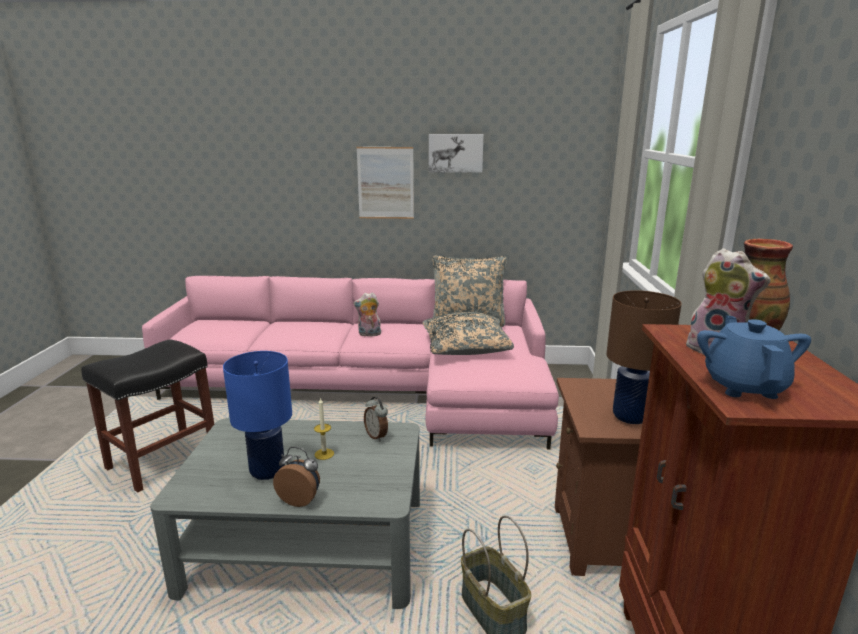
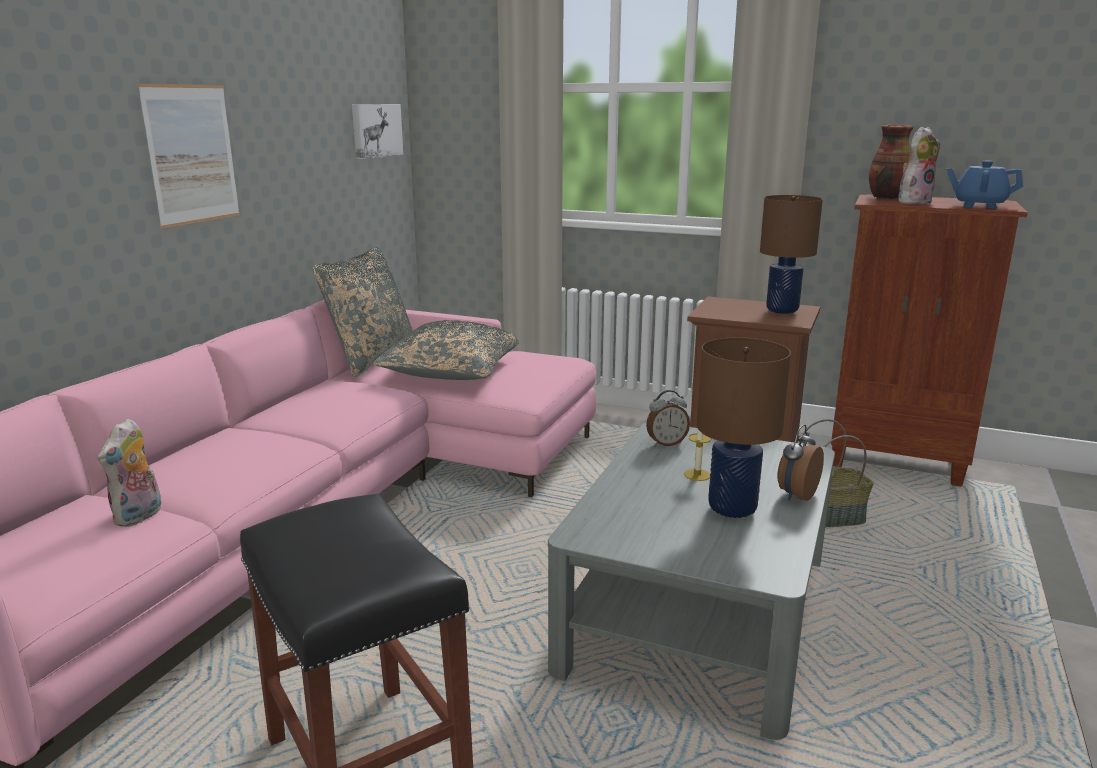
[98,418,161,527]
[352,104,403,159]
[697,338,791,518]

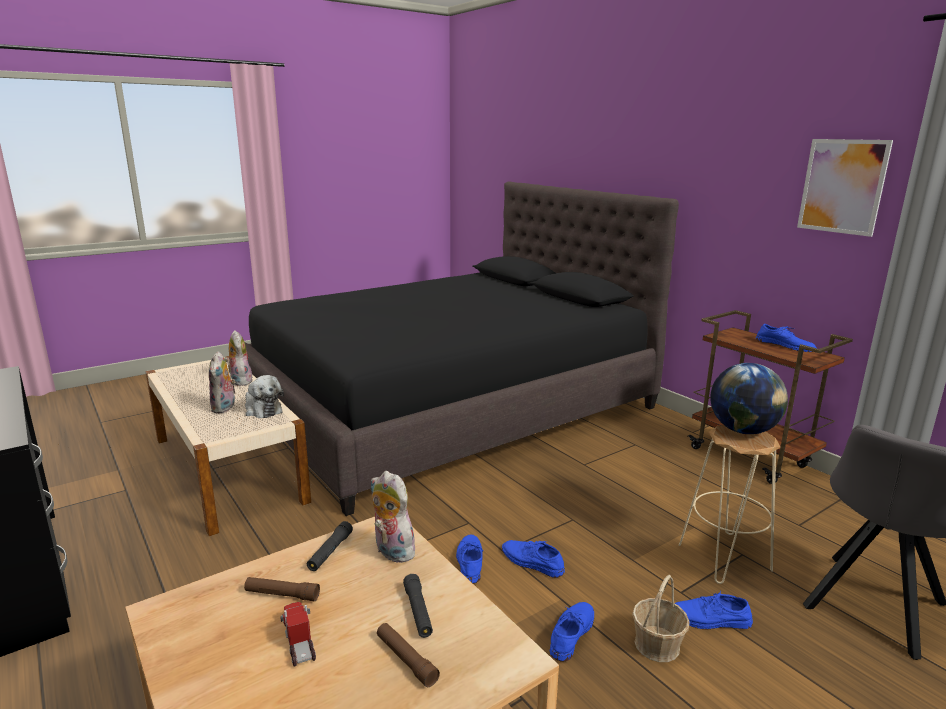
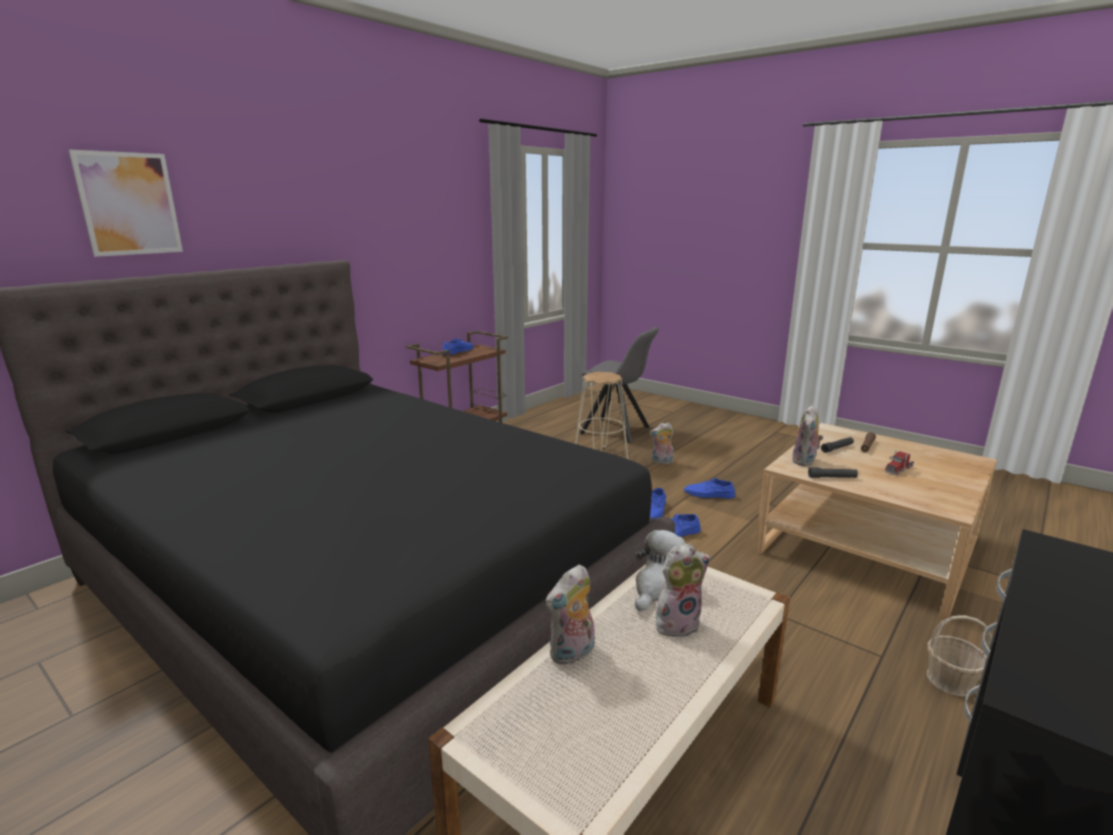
[69,150,183,257]
[650,422,674,464]
[927,616,992,697]
[244,577,320,601] (first image)
[710,363,788,434] (first image)

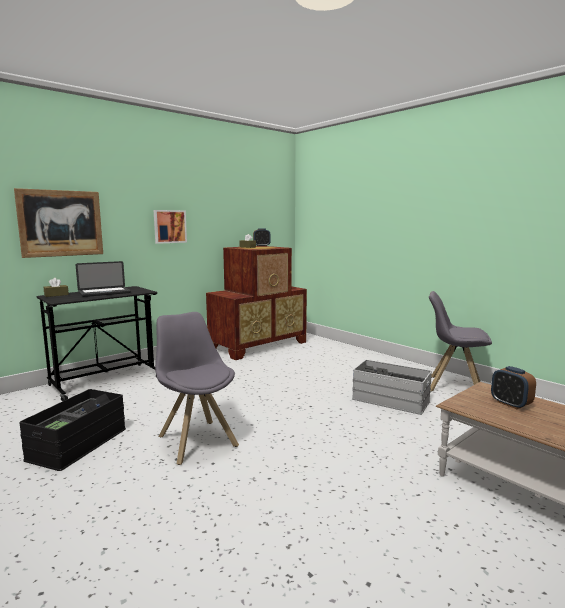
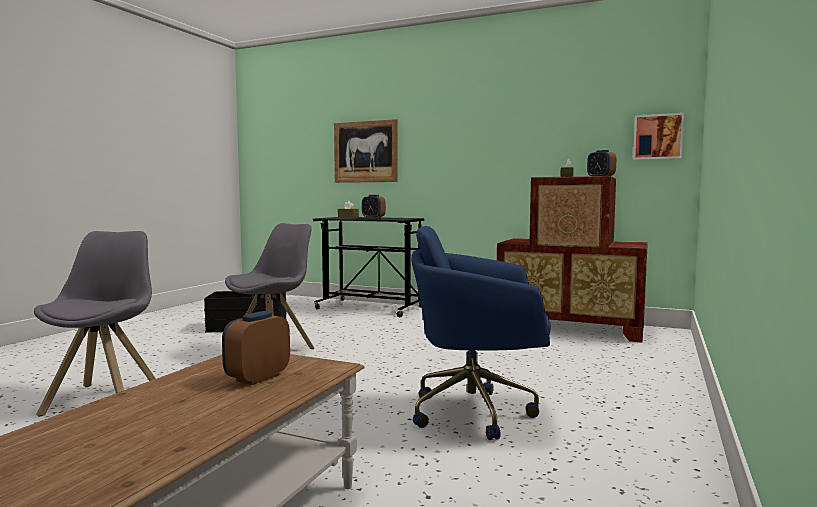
[34,231,156,417]
[362,195,386,219]
[411,226,551,440]
[633,113,684,160]

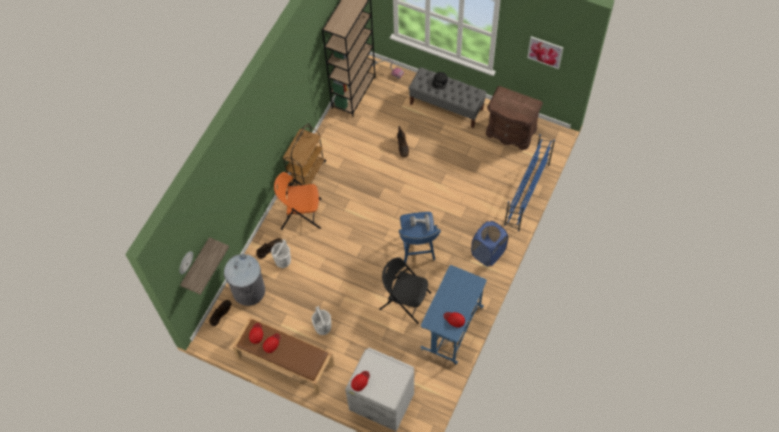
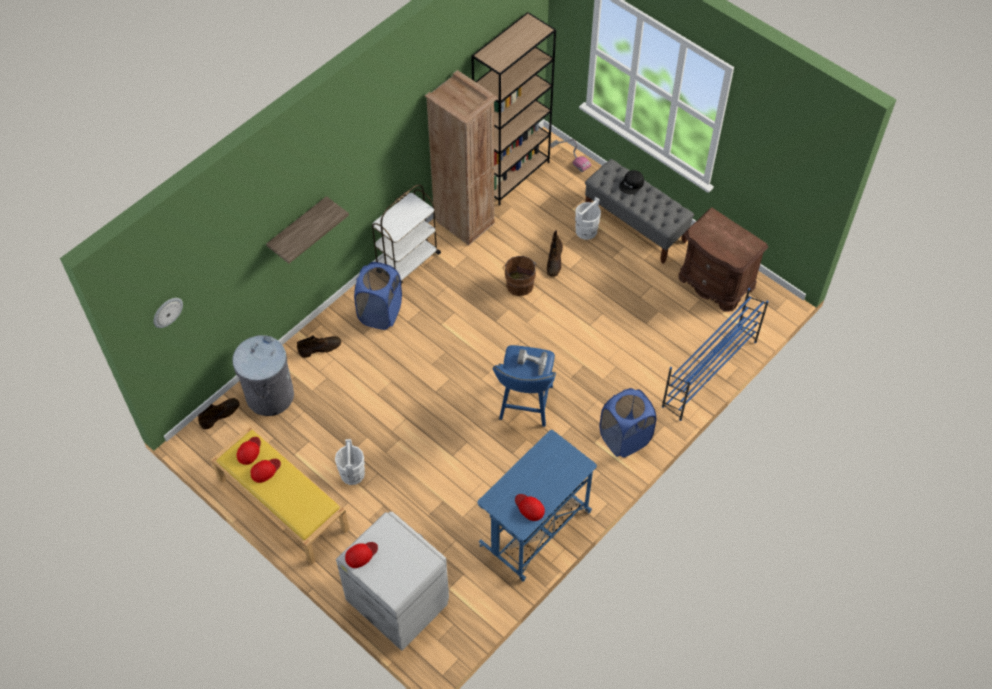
[211,426,349,565]
[266,196,349,264]
[354,262,402,330]
[372,184,441,284]
[425,70,497,245]
[503,256,536,296]
[575,197,601,240]
[379,257,431,324] (first image)
[527,36,564,69] (first image)

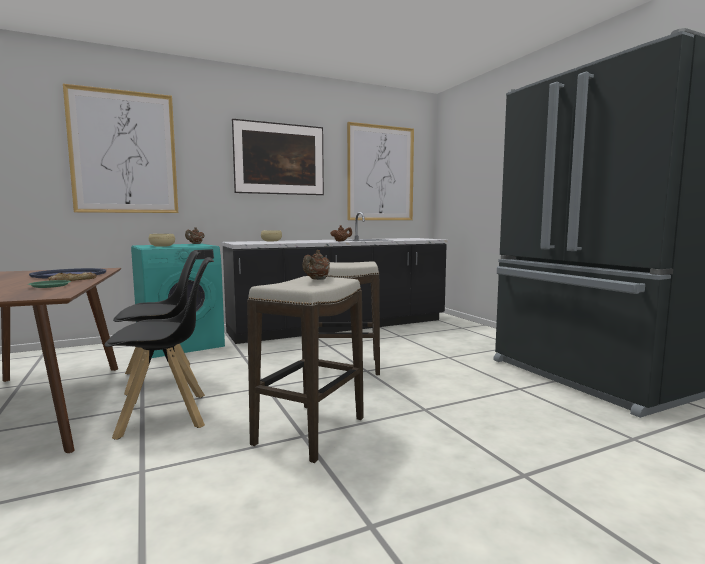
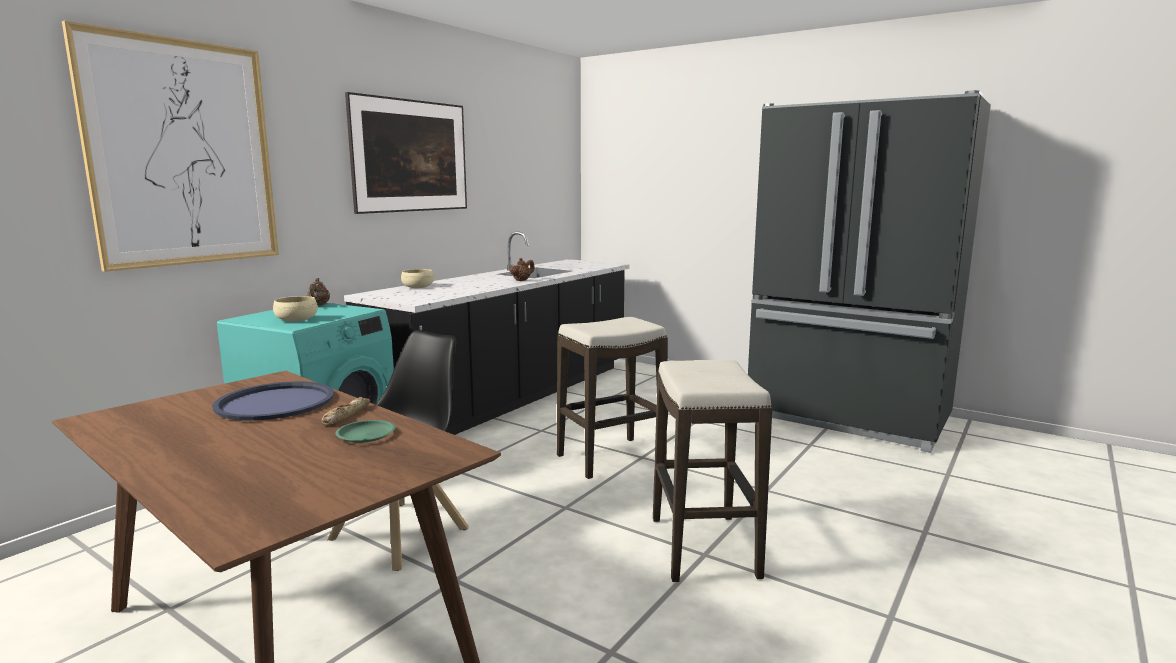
[105,257,214,440] (first image)
[303,250,330,280] (first image)
[347,122,414,220] (first image)

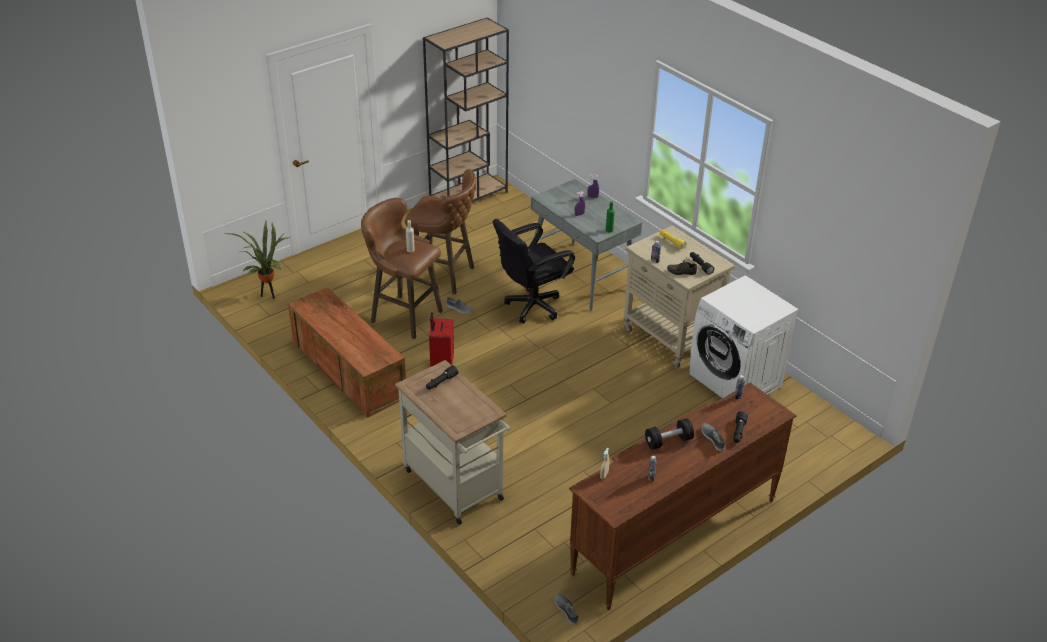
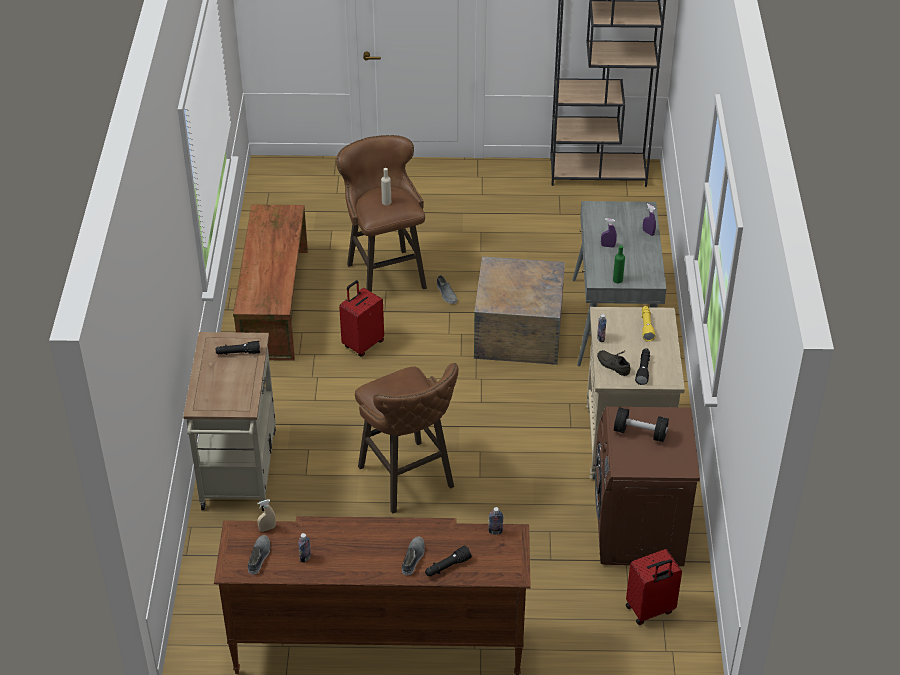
[248,535,270,575]
[355,363,458,514]
[474,257,565,365]
[595,406,700,566]
[614,407,669,442]
[626,549,682,625]
[225,221,291,299] (first image)

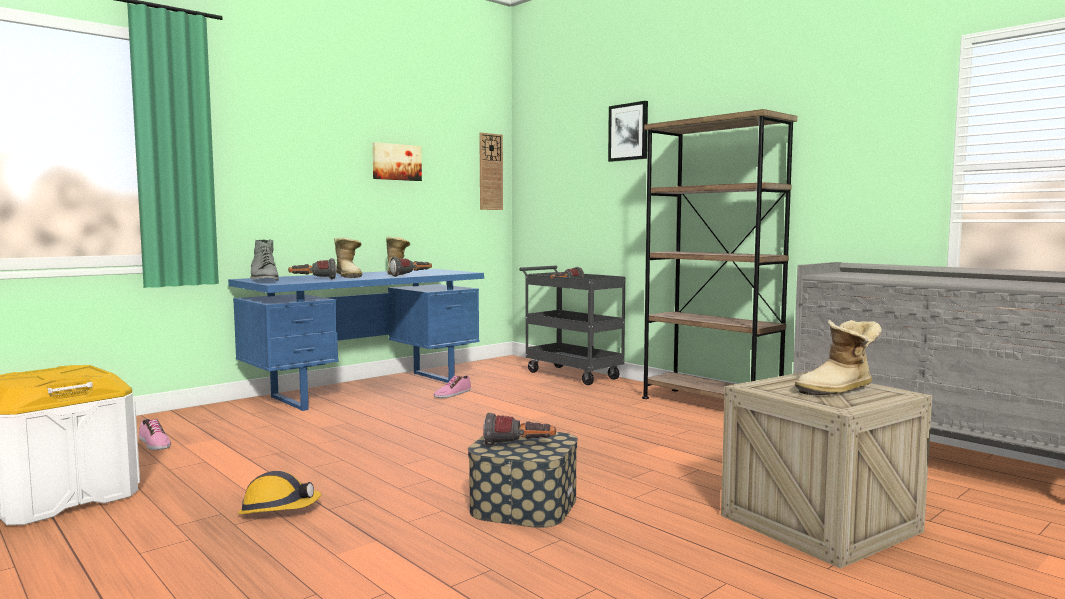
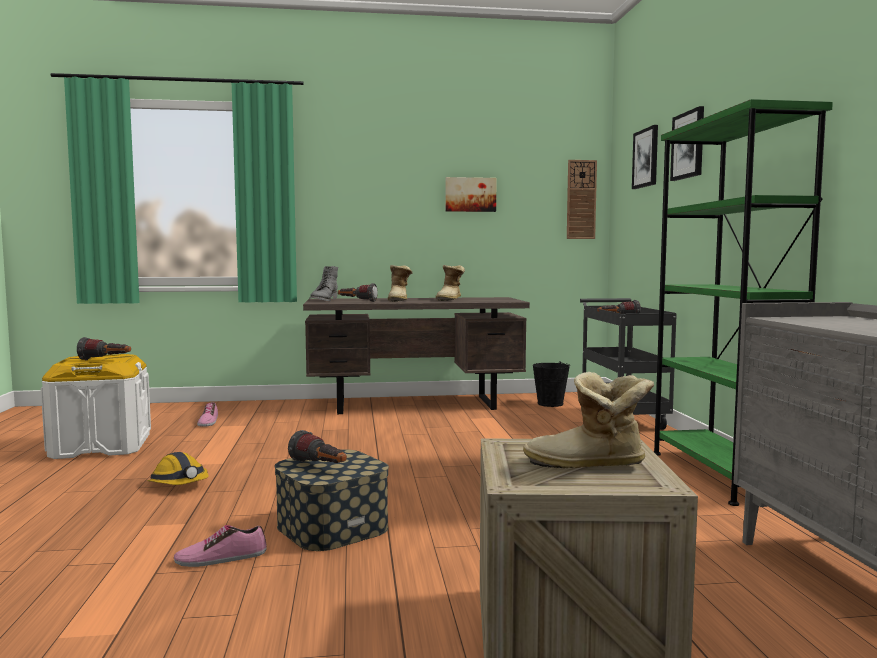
[77,337,131,360]
[174,525,267,567]
[303,297,530,414]
[533,361,570,407]
[632,125,658,189]
[654,99,833,506]

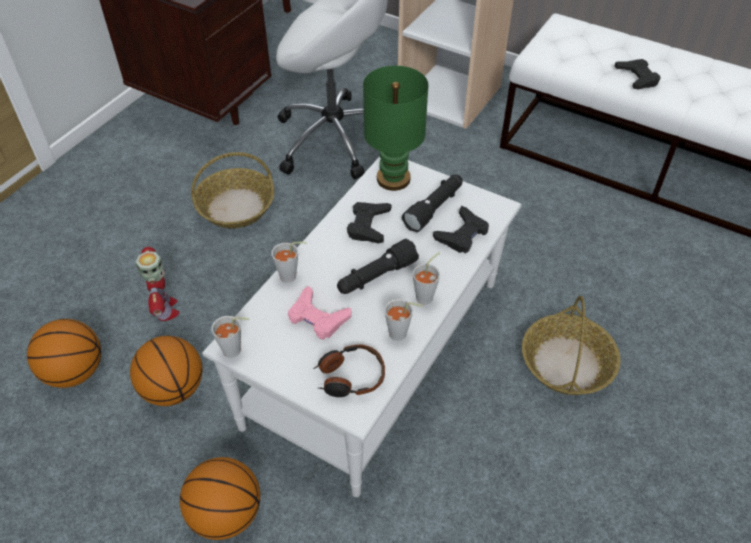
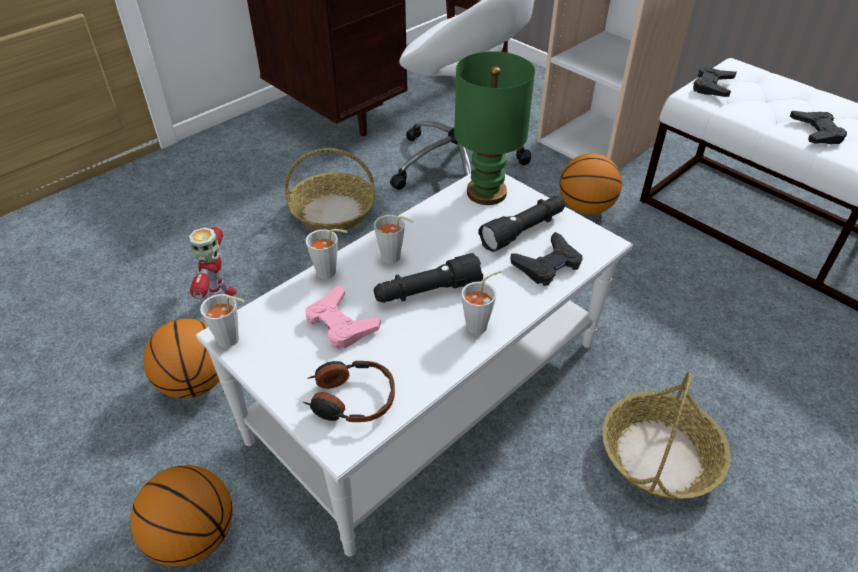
[374,215,413,263]
[560,153,622,215]
[693,67,737,97]

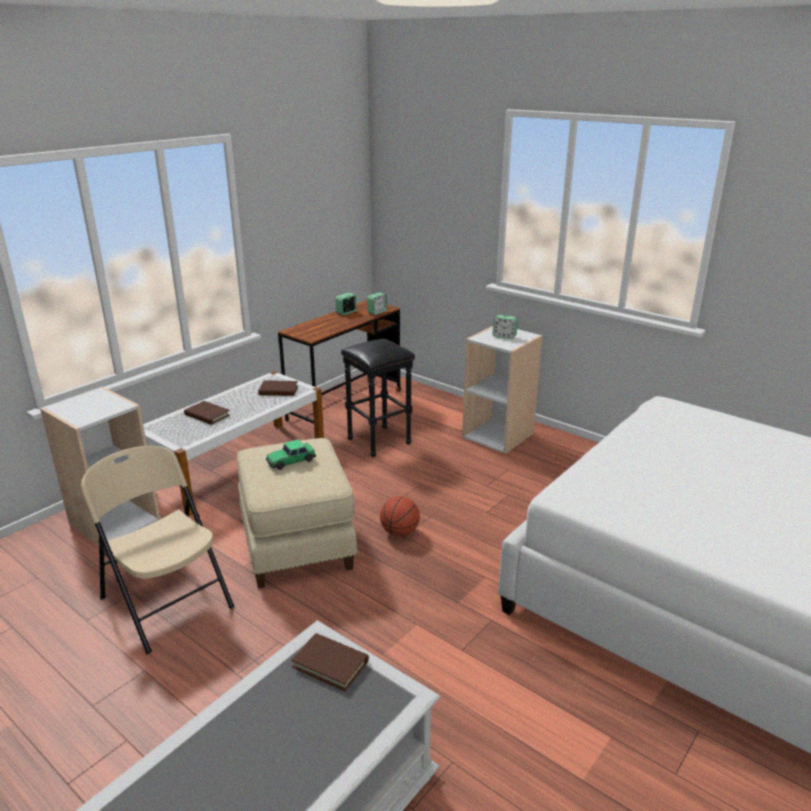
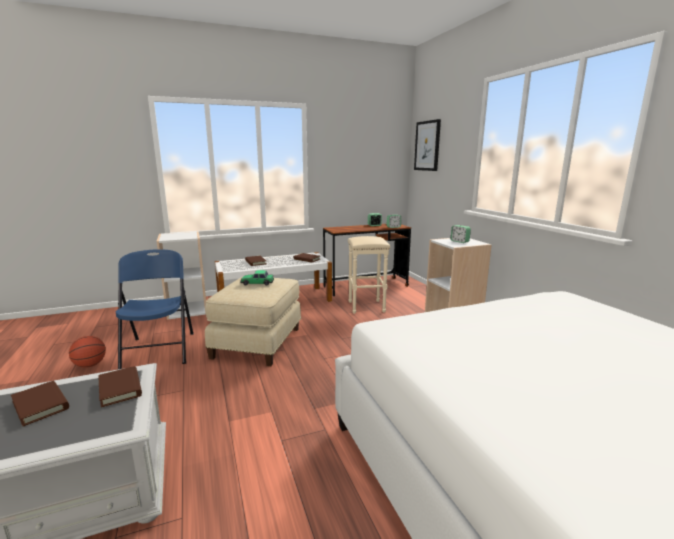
[11,381,69,427]
[69,336,106,368]
[116,249,194,369]
[348,236,390,314]
[414,119,441,171]

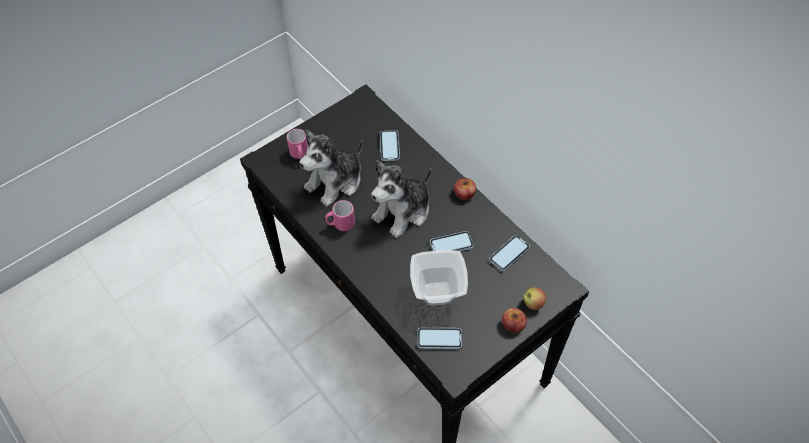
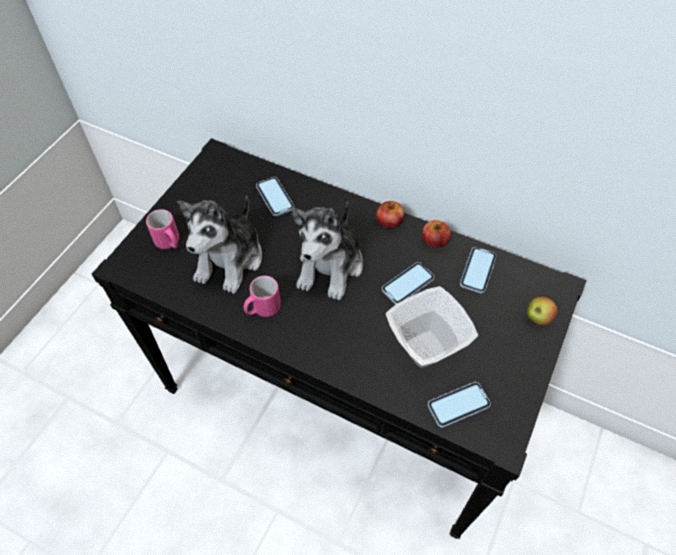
[422,220,451,248]

